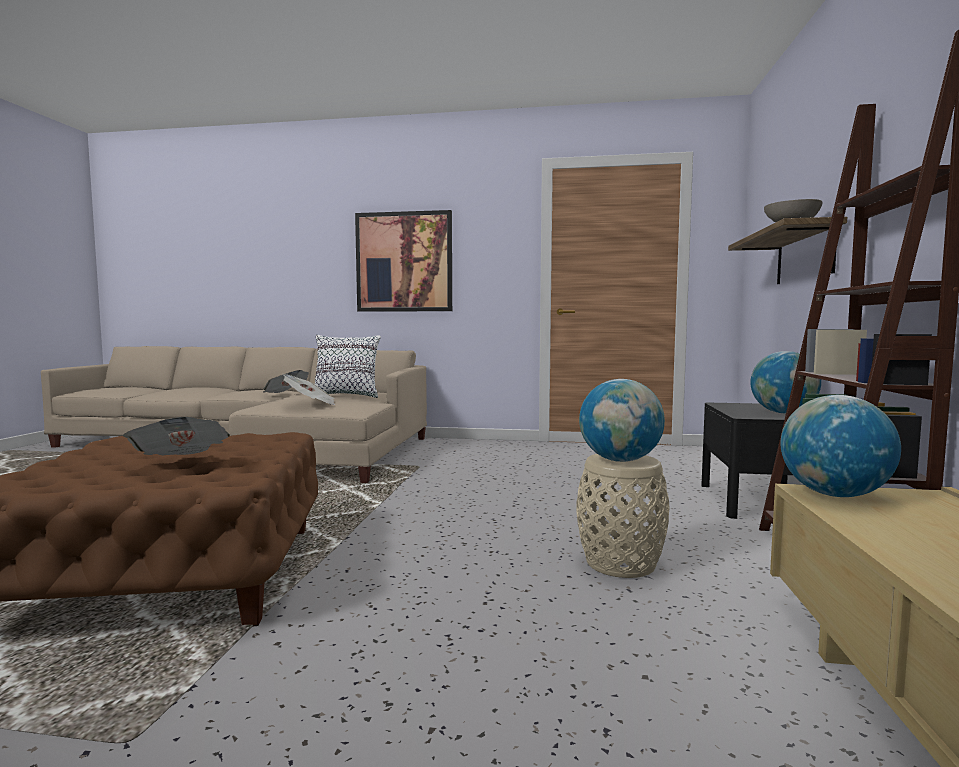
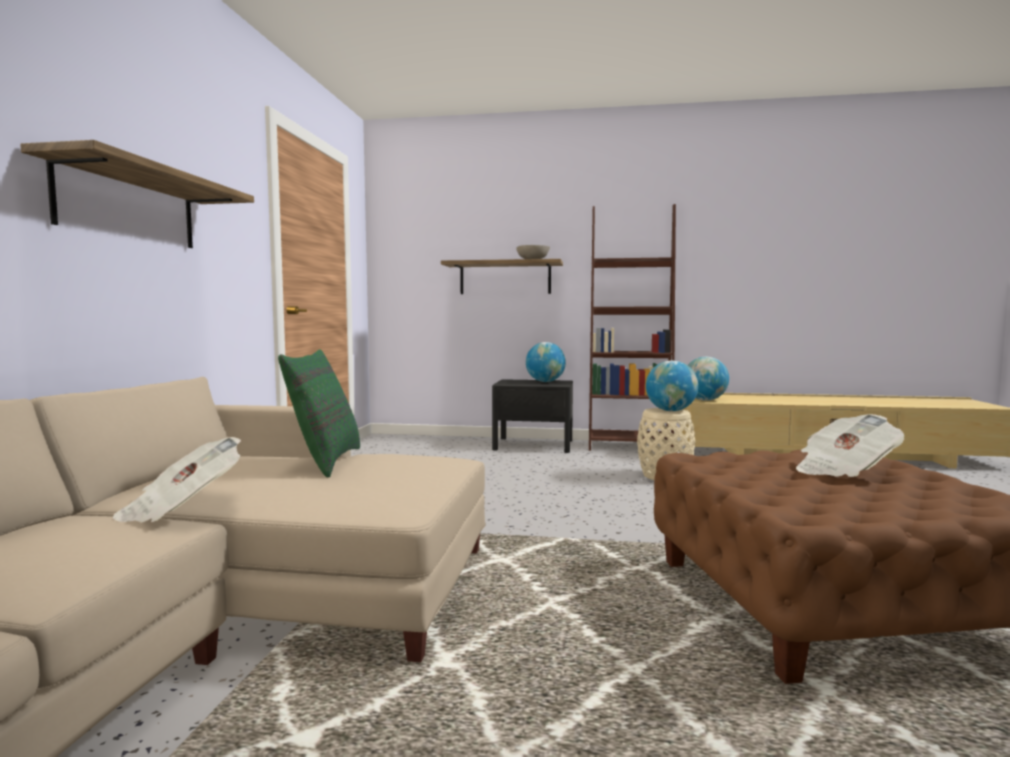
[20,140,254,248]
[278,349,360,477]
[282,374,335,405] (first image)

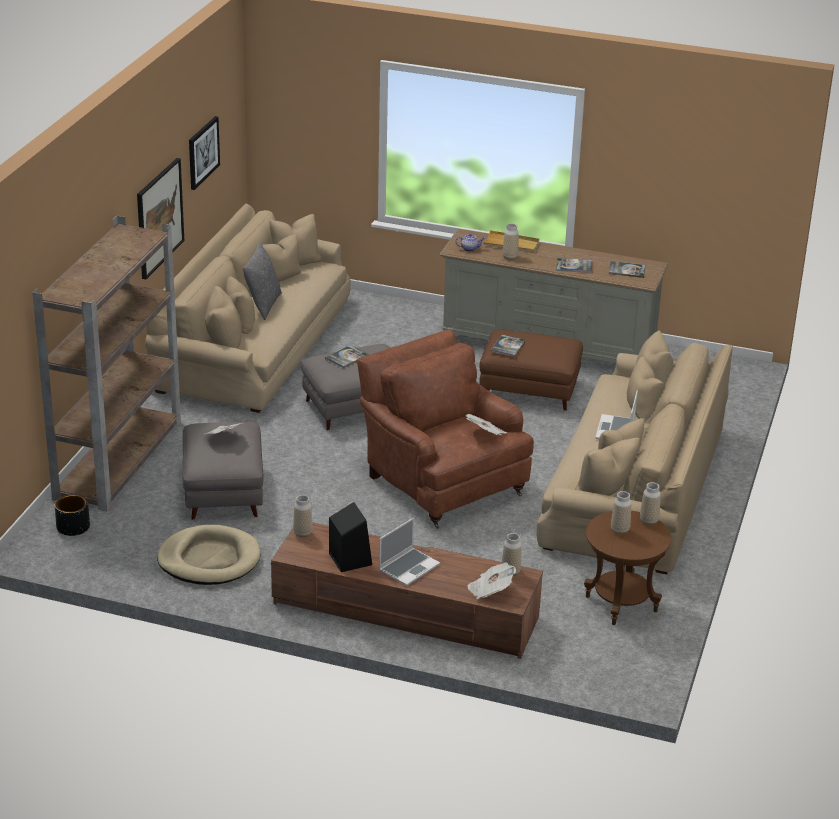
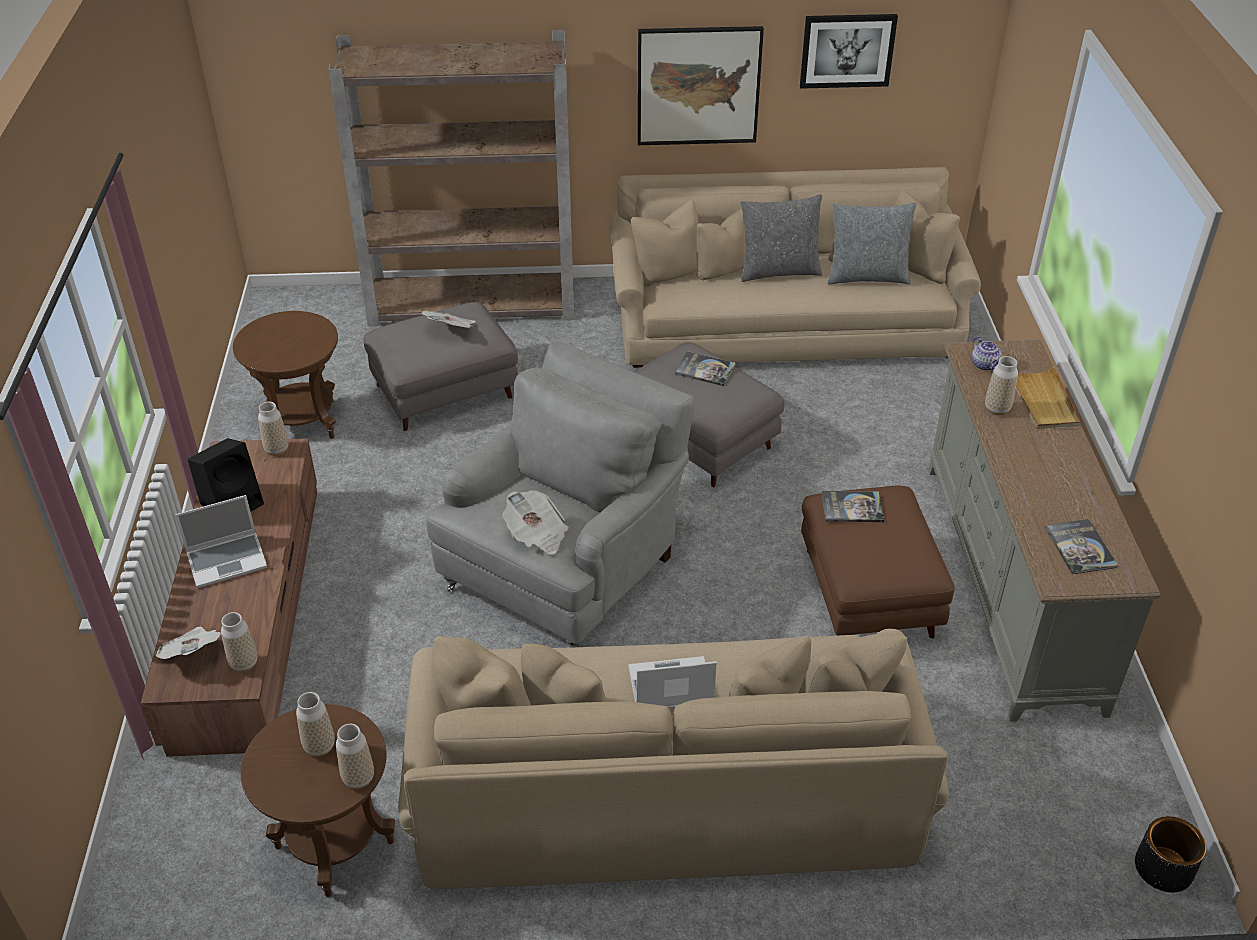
[175,495,267,588]
[233,311,338,439]
[426,341,695,647]
[828,202,917,284]
[1135,816,1207,893]
[557,258,592,273] (first image)

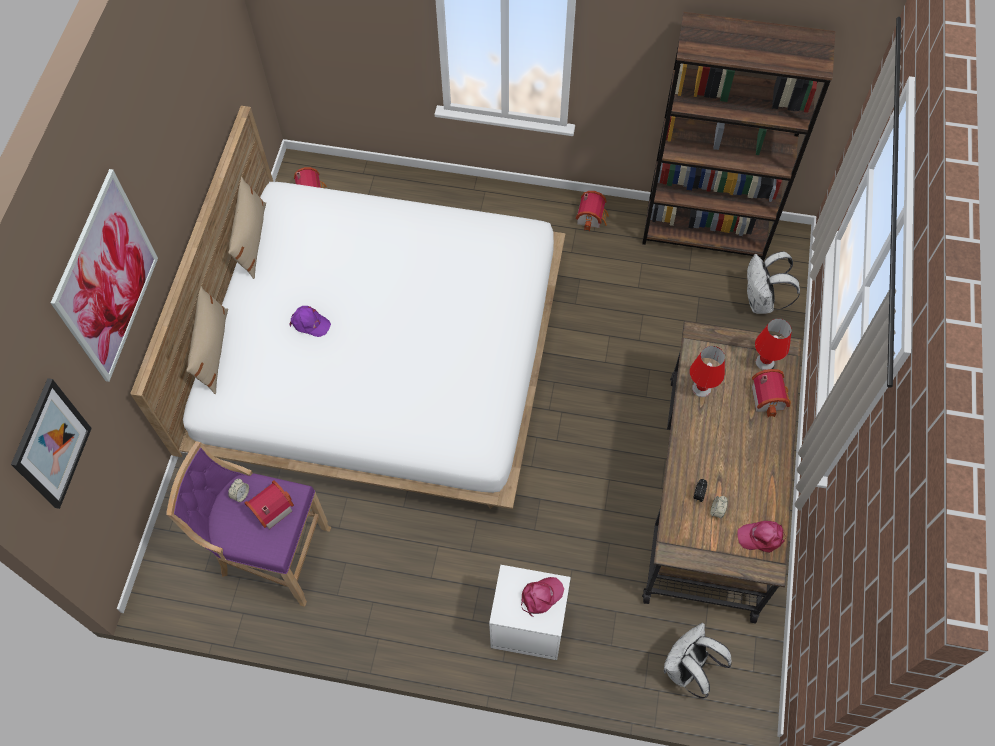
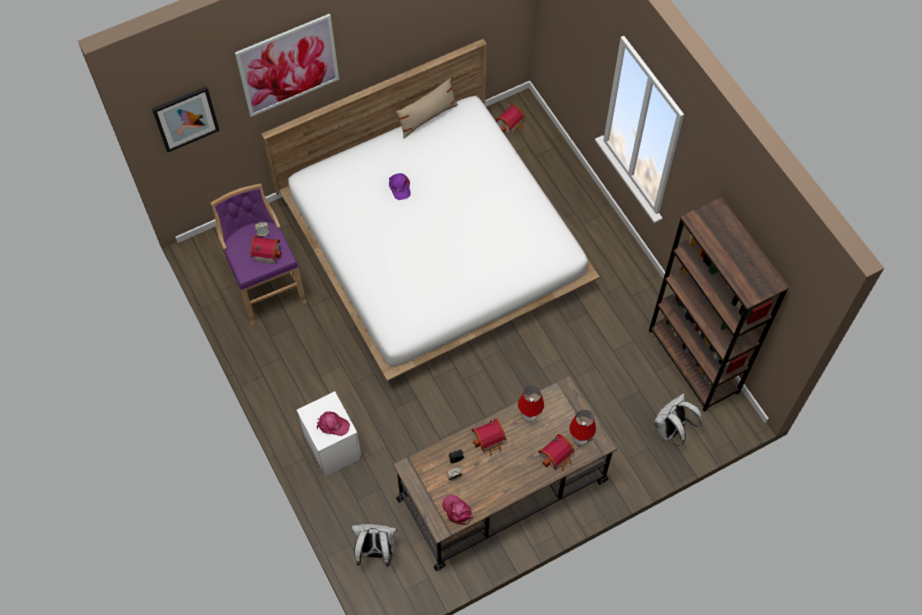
[472,419,506,456]
[187,286,228,394] (first image)

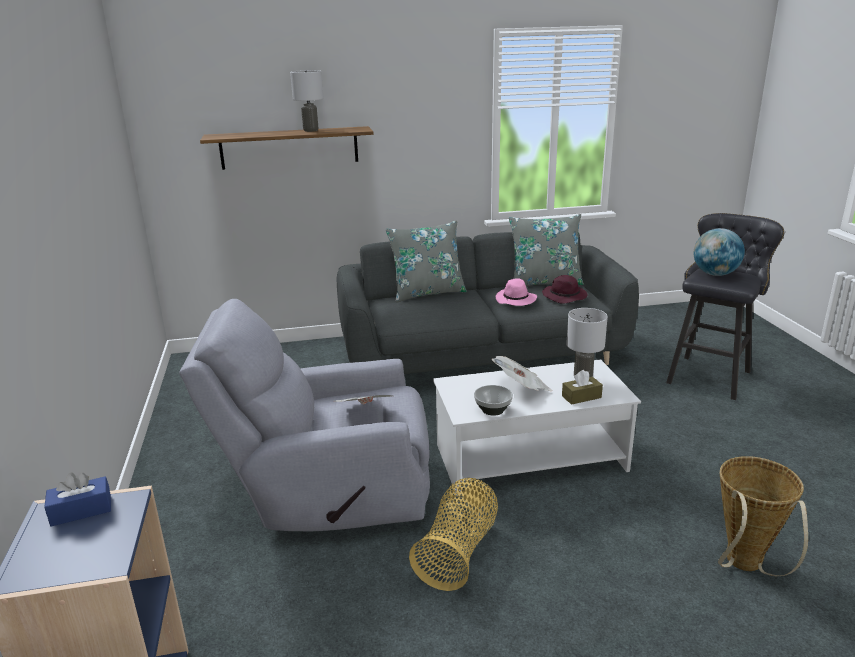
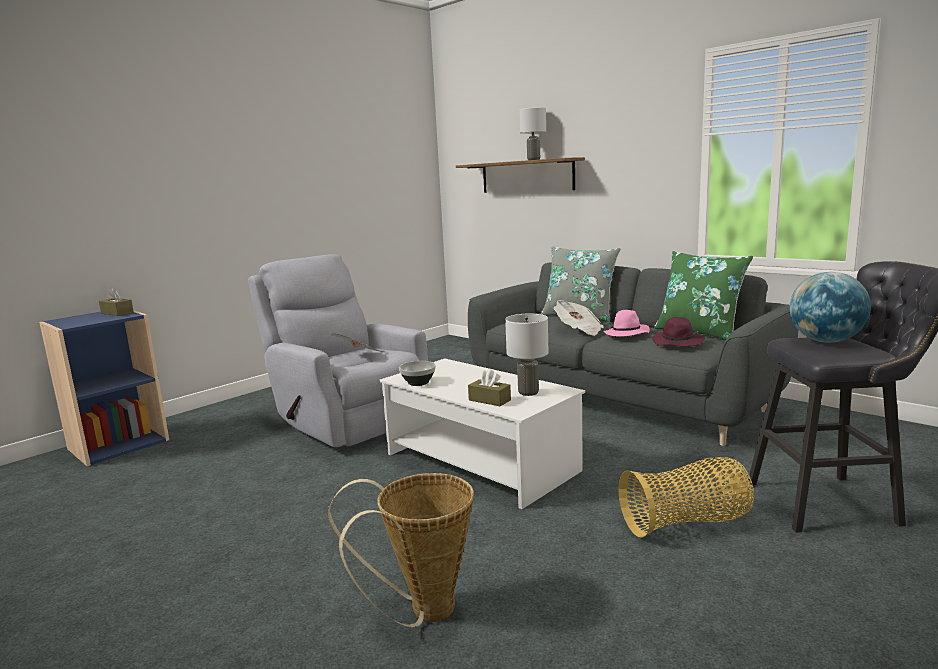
[99,288,134,316]
[554,300,604,336]
[618,457,754,538]
[654,251,753,340]

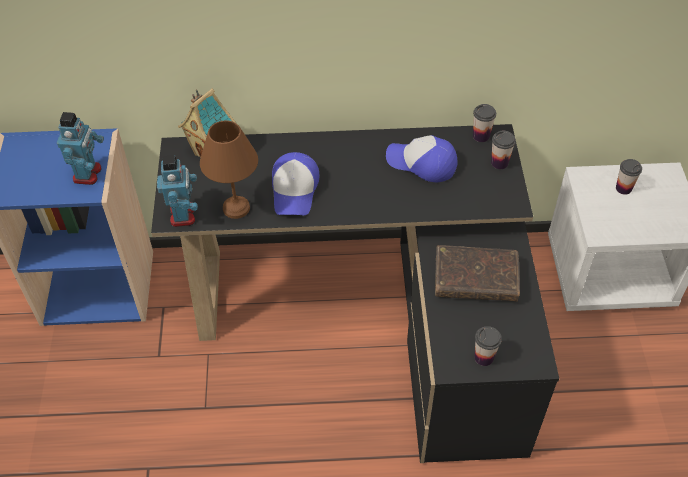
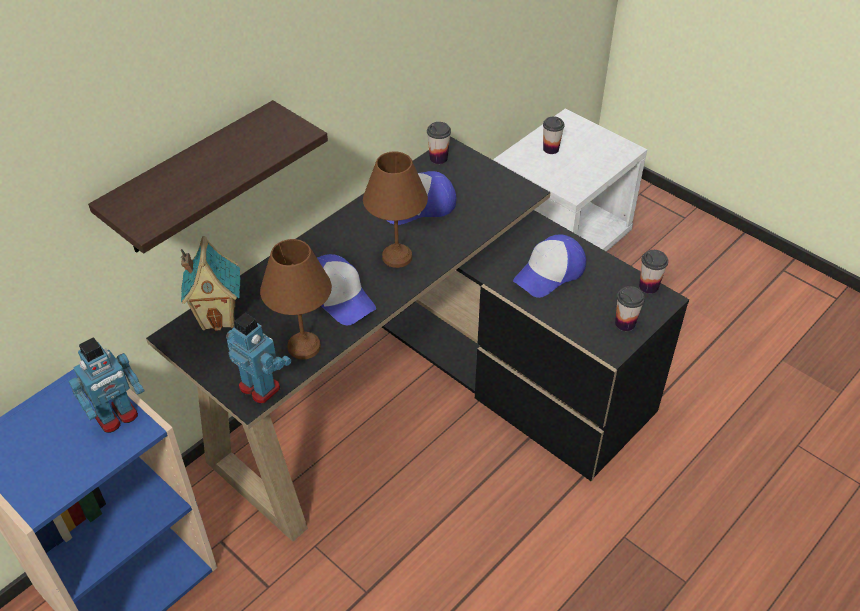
[68,337,144,433]
[88,100,328,253]
[363,151,428,268]
[513,234,586,298]
[639,250,668,294]

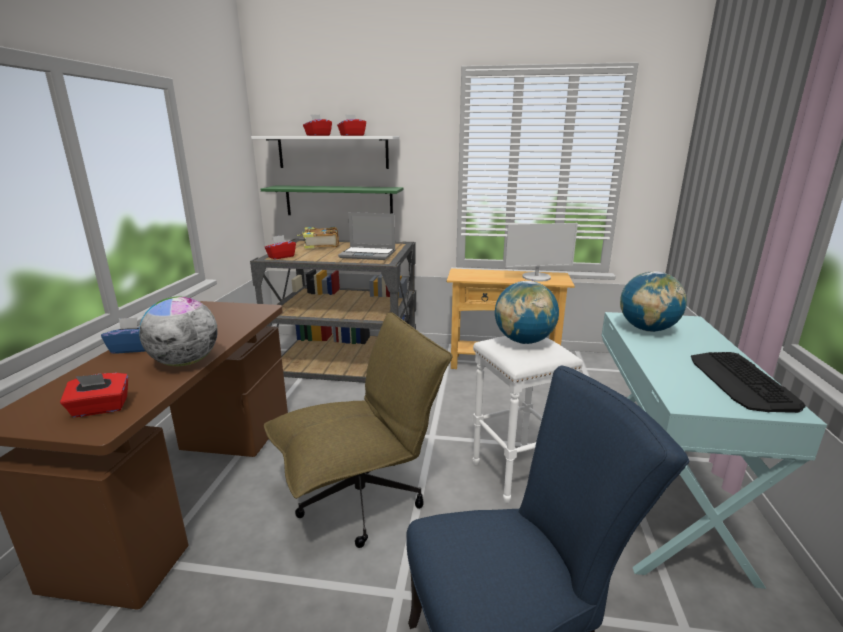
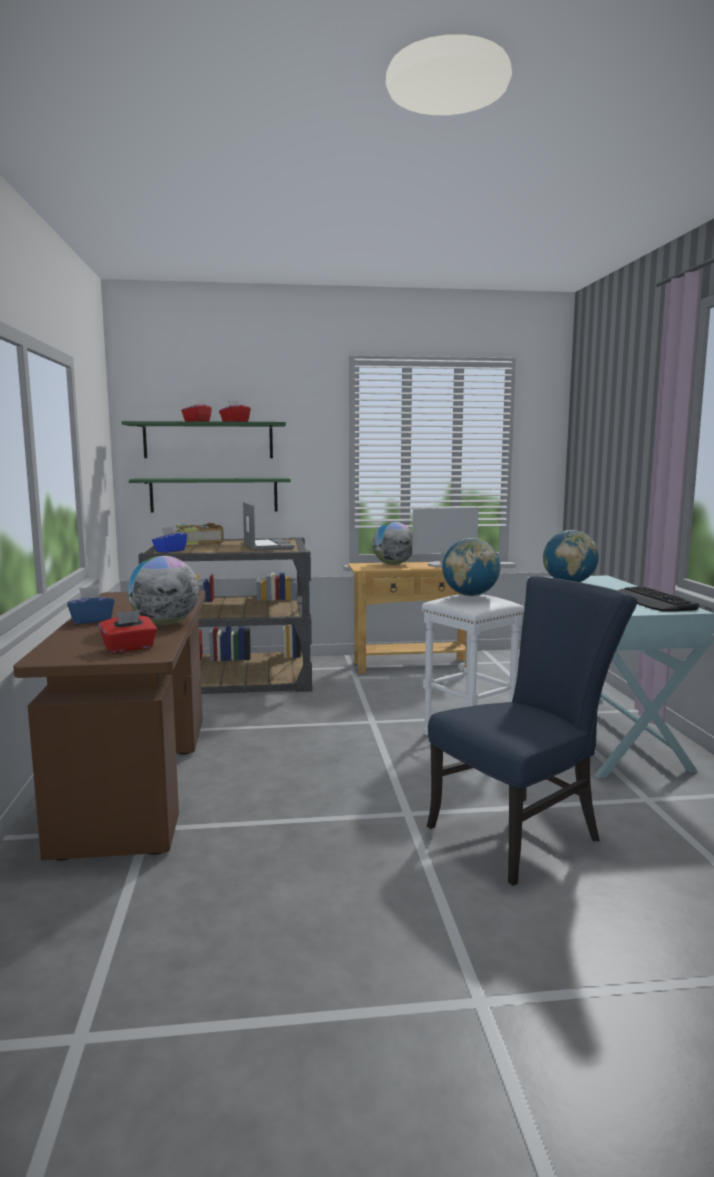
[121,421,286,458]
[152,527,187,553]
[243,502,295,551]
[372,522,412,565]
[264,312,453,548] (first image)

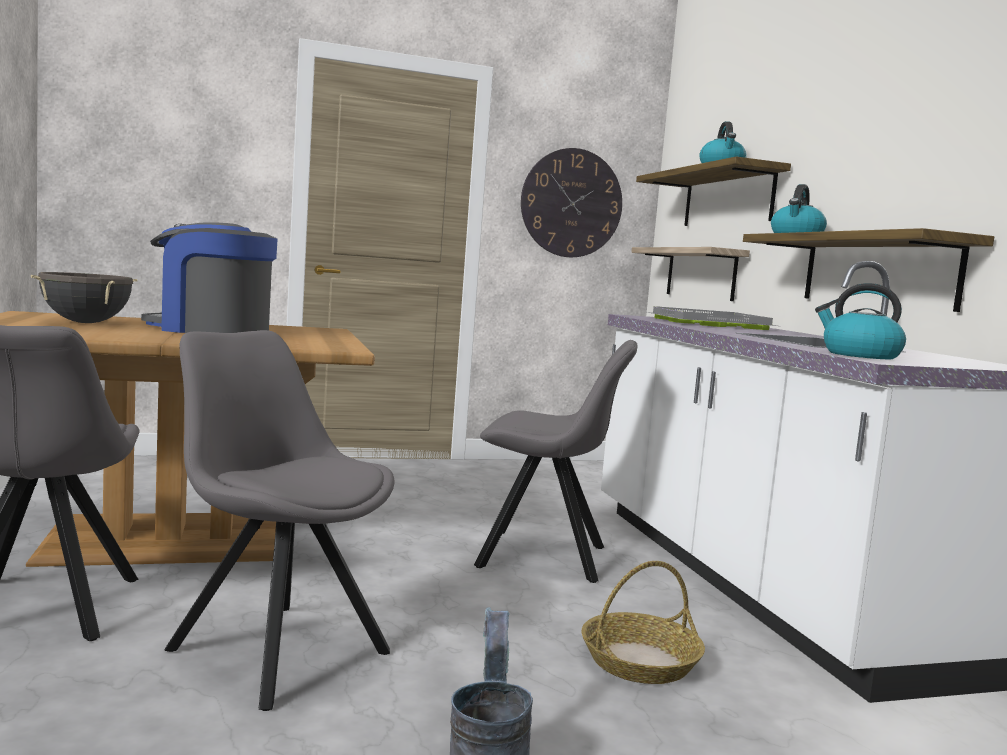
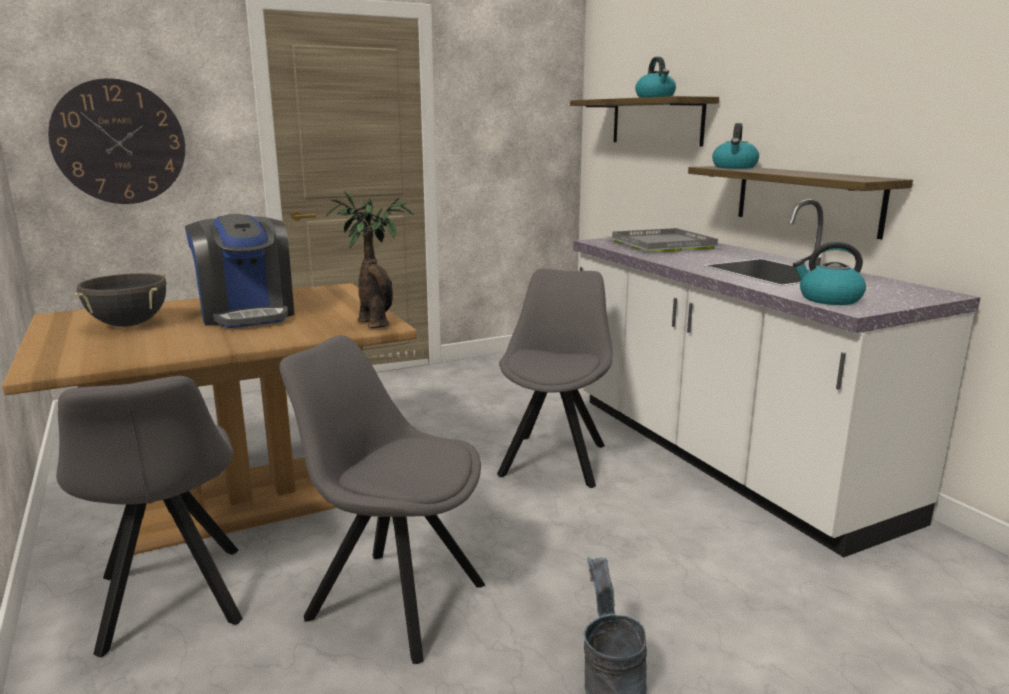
[48,78,185,204]
[185,214,295,328]
[326,190,414,328]
[497,269,613,488]
[581,561,705,684] (first image)
[631,247,750,301] (first image)

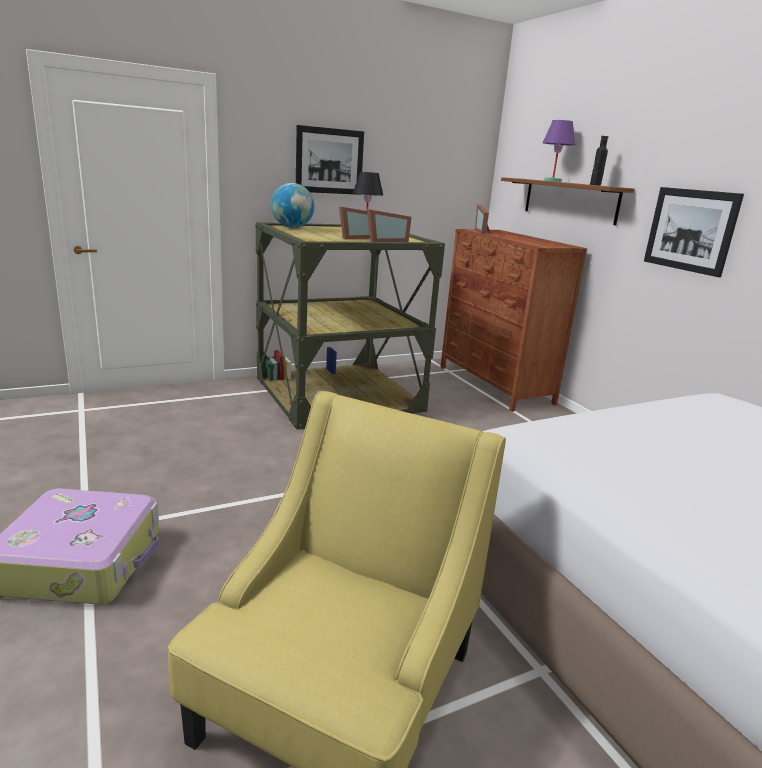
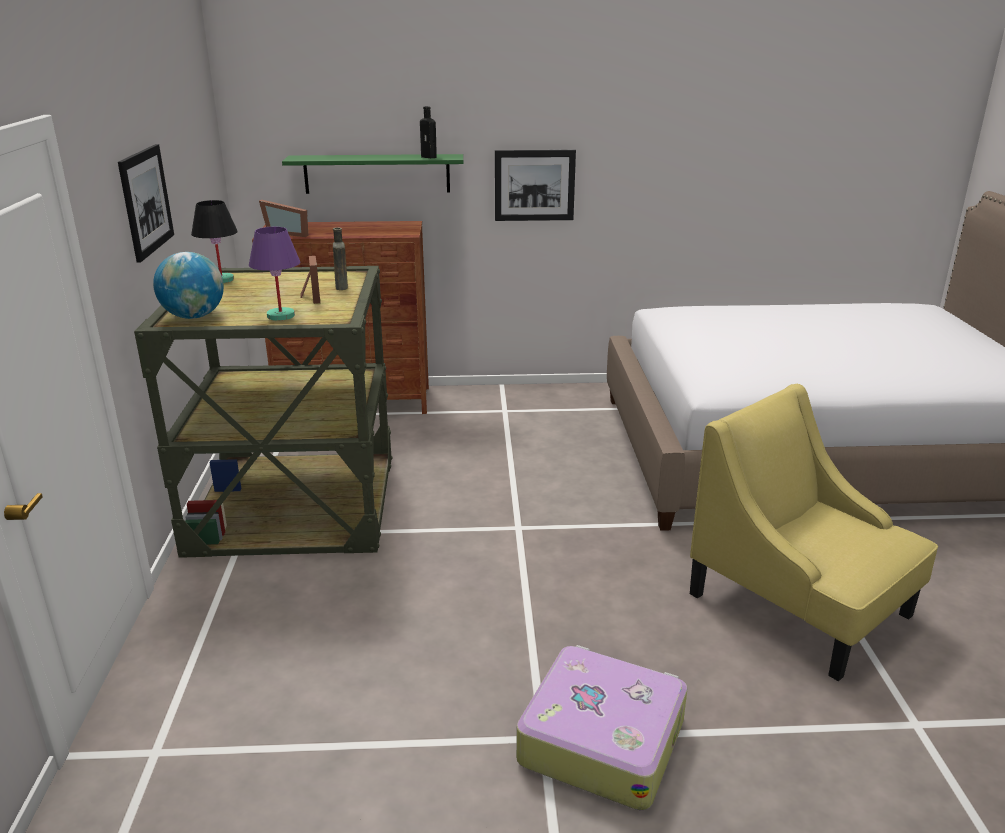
[249,227,300,321]
[282,154,463,194]
[333,228,348,290]

